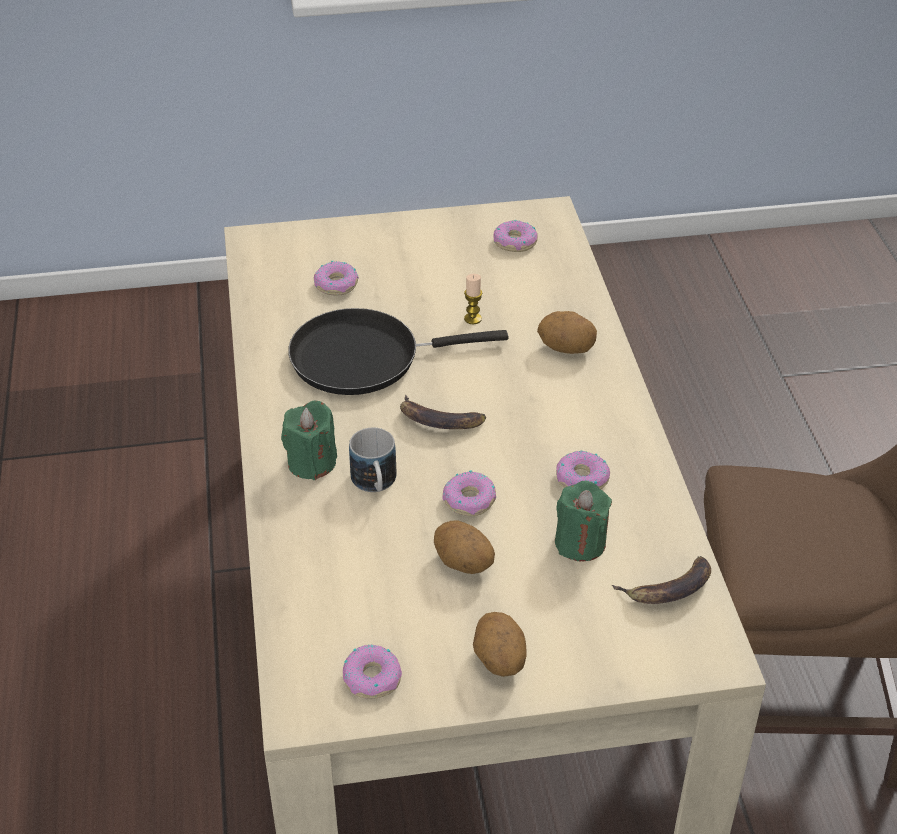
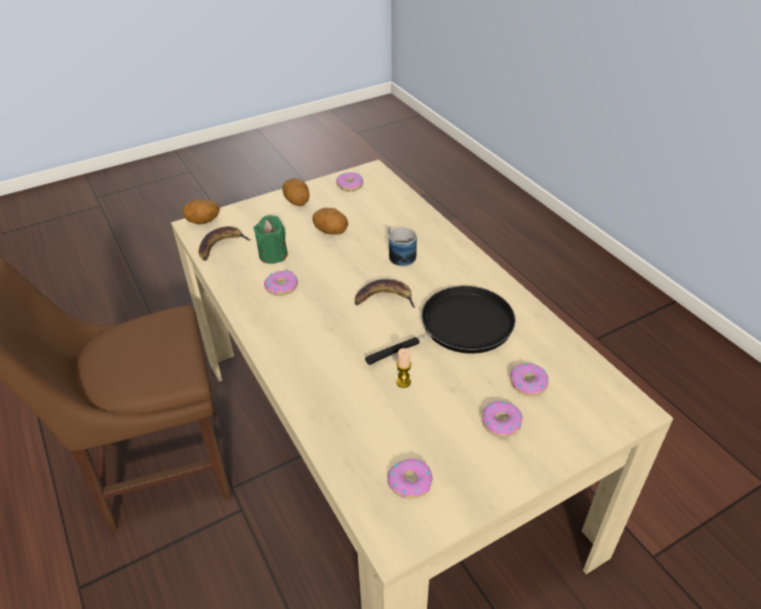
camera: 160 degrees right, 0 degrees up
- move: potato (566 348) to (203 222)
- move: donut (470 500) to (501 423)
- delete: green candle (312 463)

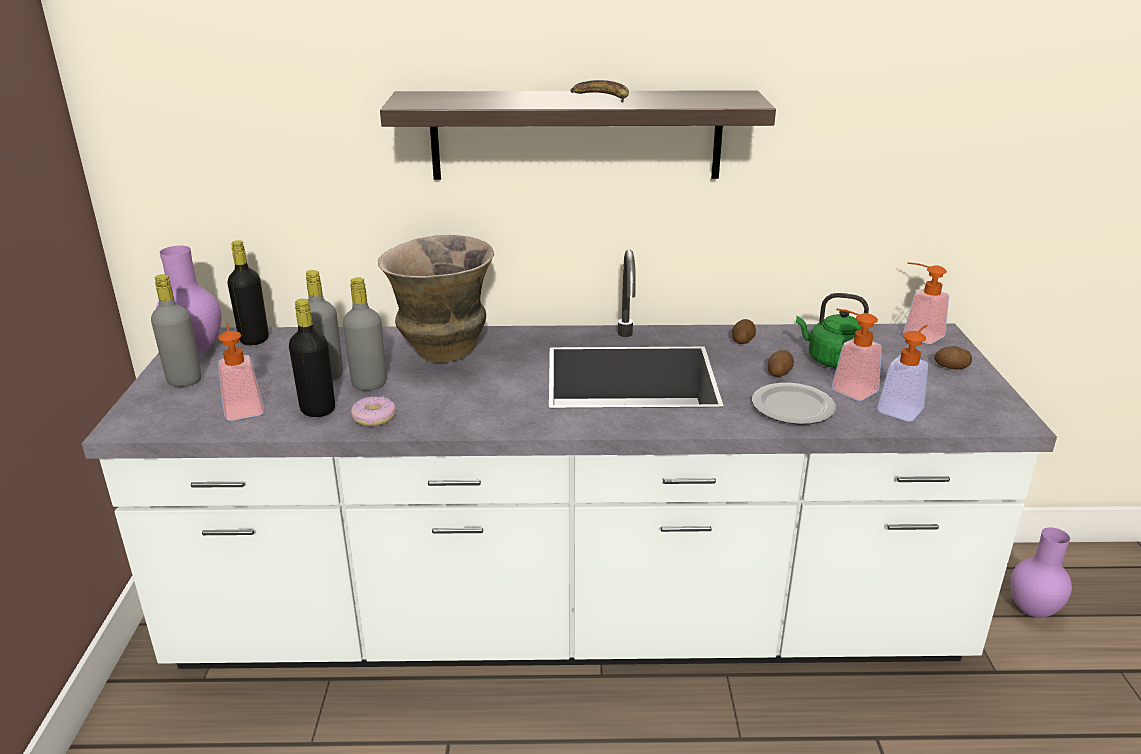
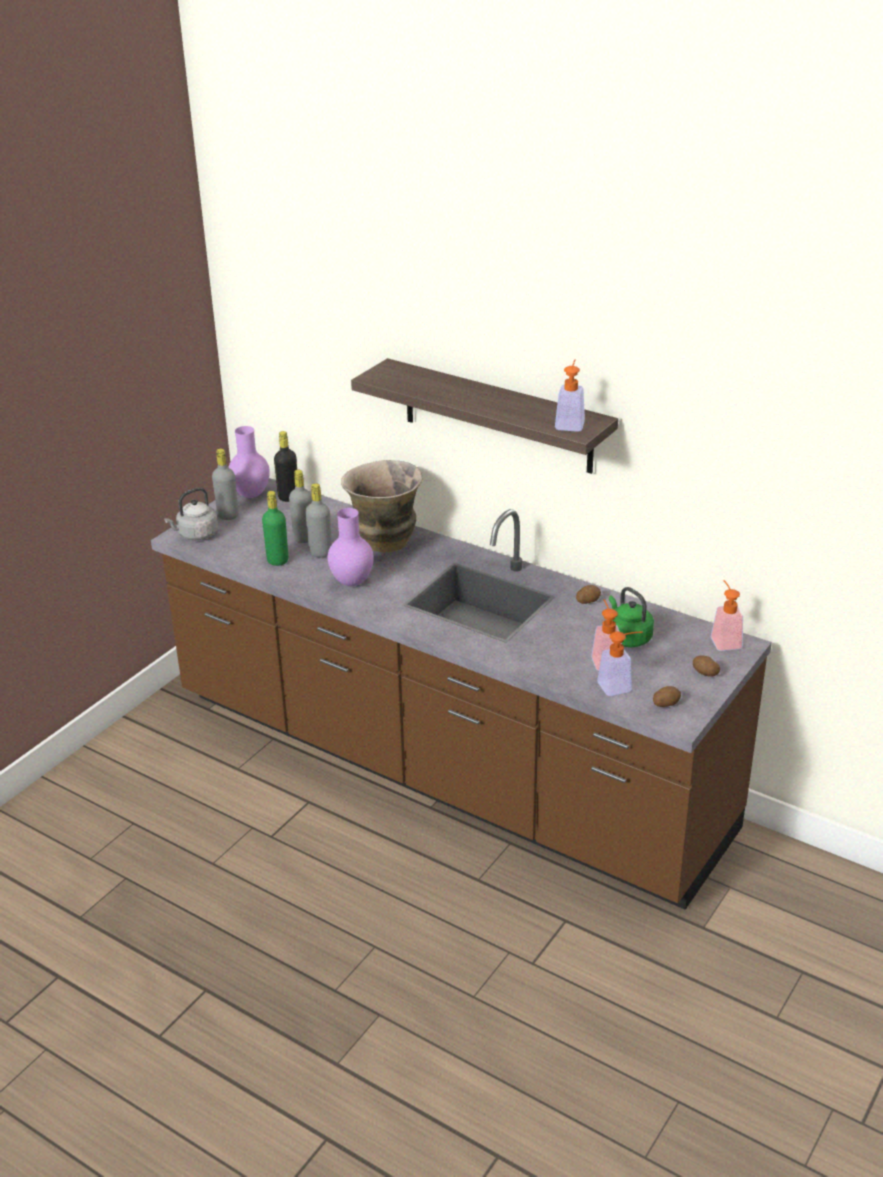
camera: 35 degrees right, 5 degrees up
- recolor: white counter (570 618) to brown counter (445 765)
- insert: grey kettle (196 535)
- recolor: black bottle (318 410) to green bottle (277 560)
- move: purple vase (1031 611) to (351 582)
- move: soap dispenser (243 407) to (570 423)
- move: potato (778 372) to (665 703)
- delete: donut (374 417)
- delete: banana (601 97)
- delete: plate (791 406)

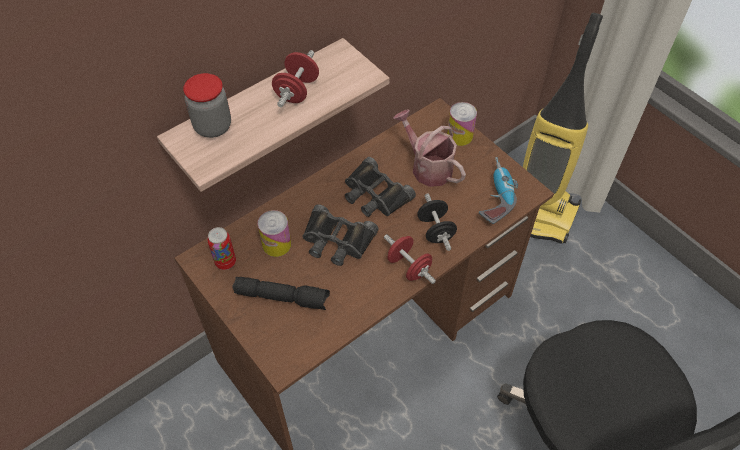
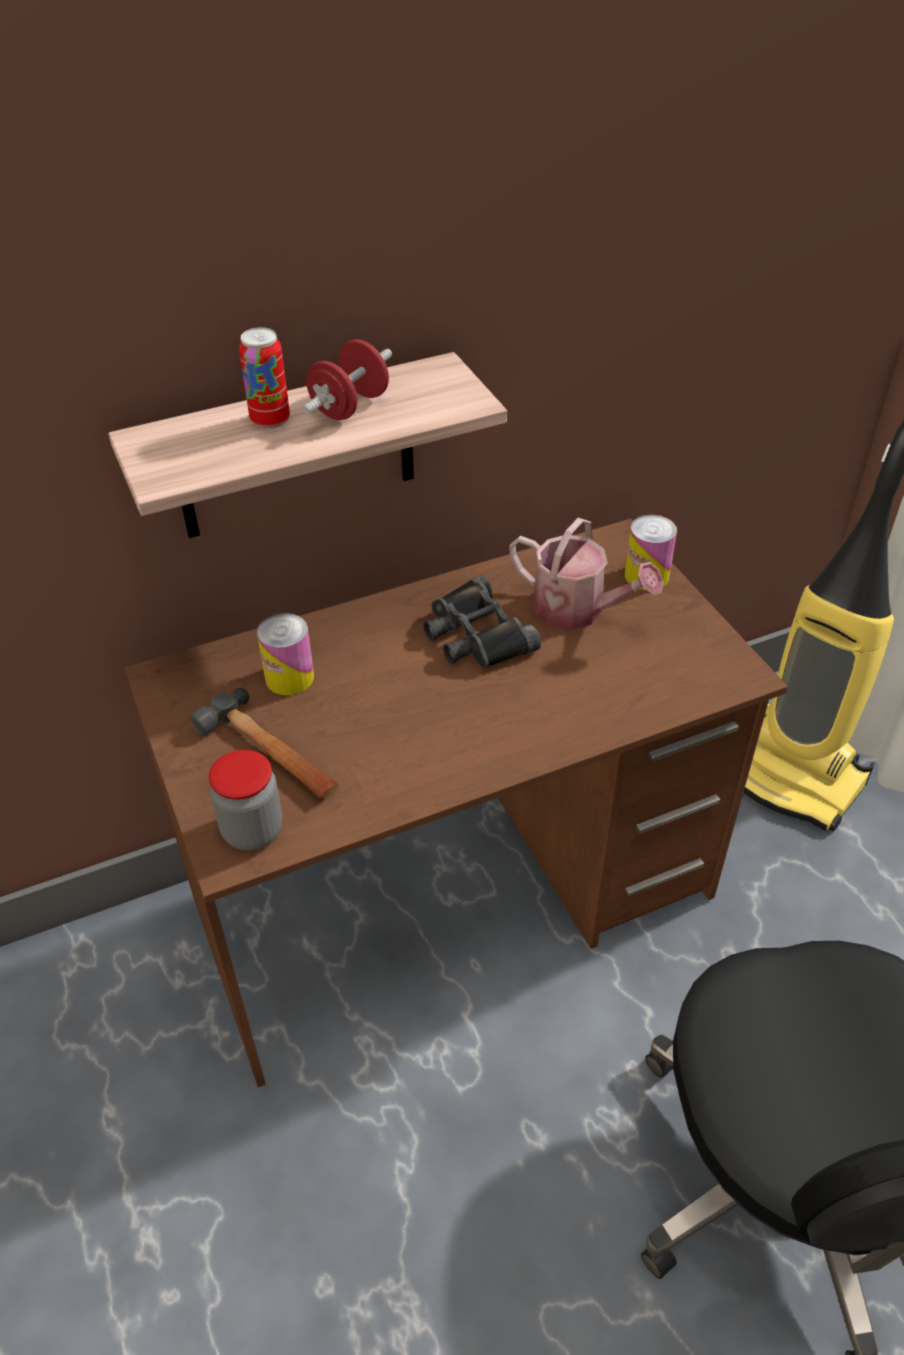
camera: 15 degrees right, 10 degrees down
- replace: black flashlight (283 296) to hammer (269 754)
- move: jar (213 126) to (252 830)
- move: can (225 262) to (270 420)
- rotate: watering can (427 166) = (578 610) 150 degrees clockwise
- delete: black binoculars (337 240)
- delete: red dumbbell (409 267)
- delete: black dumbbell (435 230)
- delete: power drill (494 196)

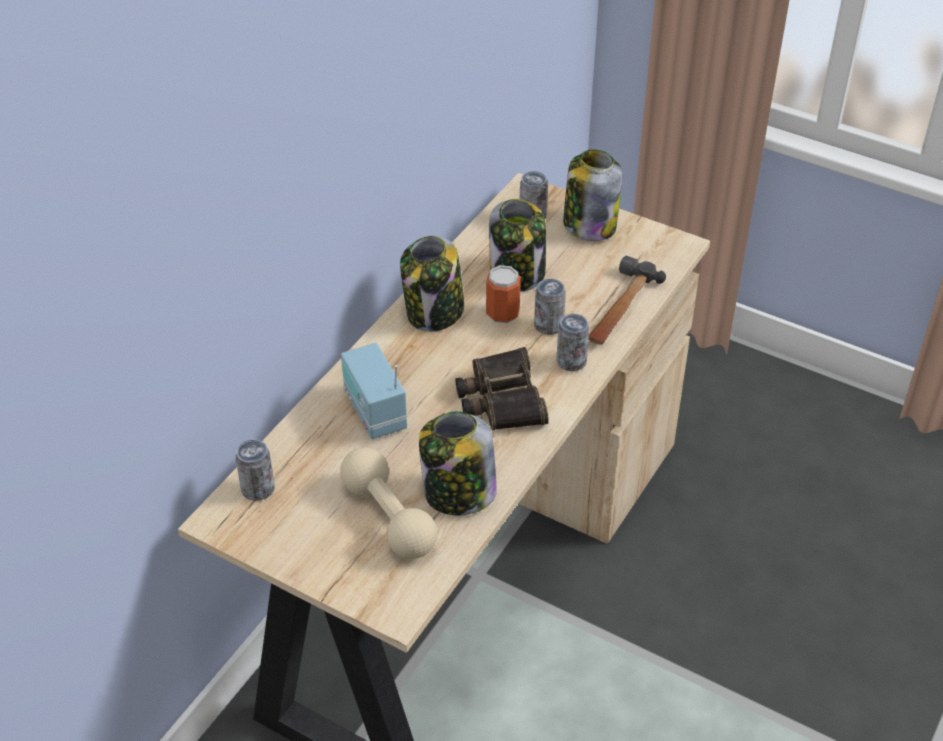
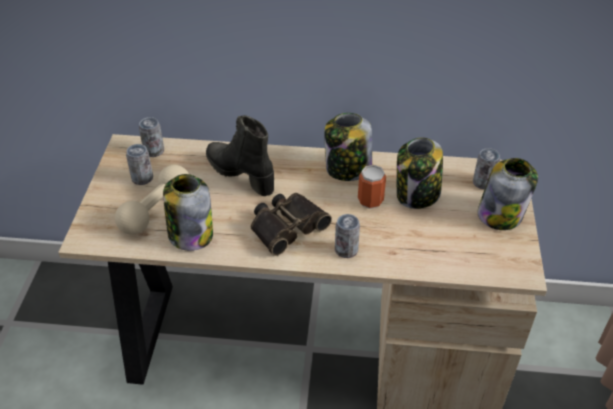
camera: 65 degrees right, 0 degrees up
- move: can (548 326) to (142 178)
- replace: radio (374 412) to black boot (241 174)
- delete: hammer (619 308)

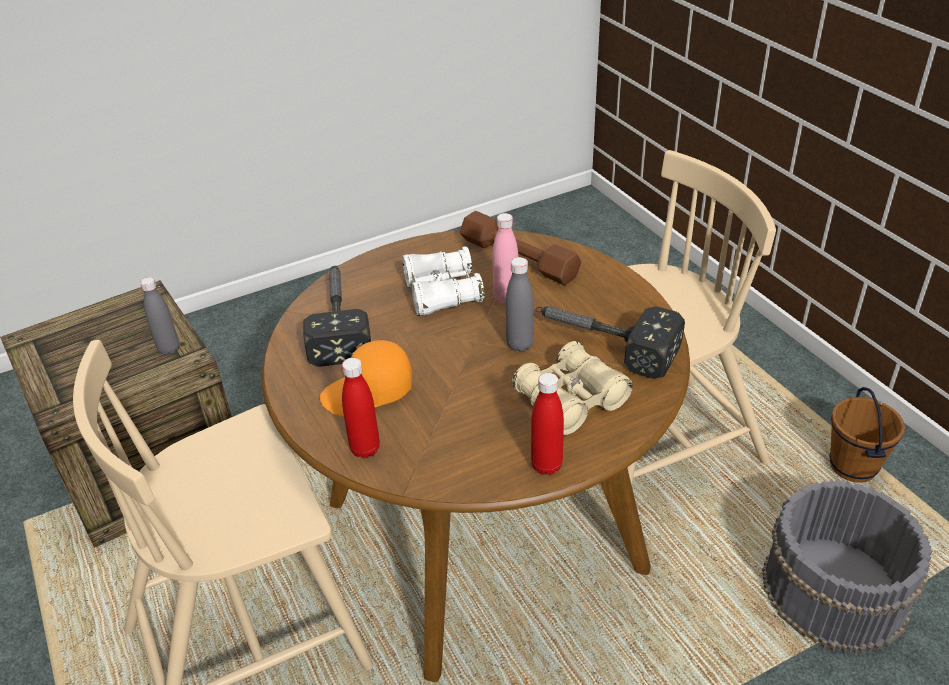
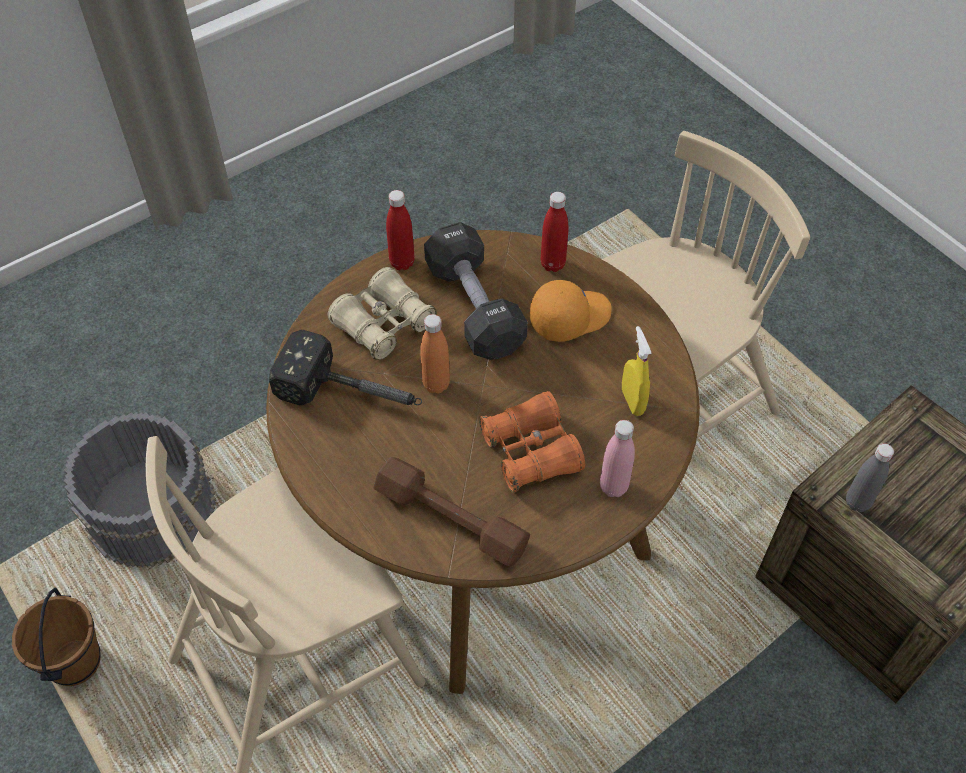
camera: 170 degrees right, 15 degrees up
- recolor: grey bottle (519 344) to orange bottle (436 384)
- insert: black dumbbell (474 307)
- recolor: white binoculars (442 293) to orange binoculars (531 451)
- move: pink bottle (506 297) to (613 487)
- replace: hammer (338 320) to yellow spray bottle (632 401)

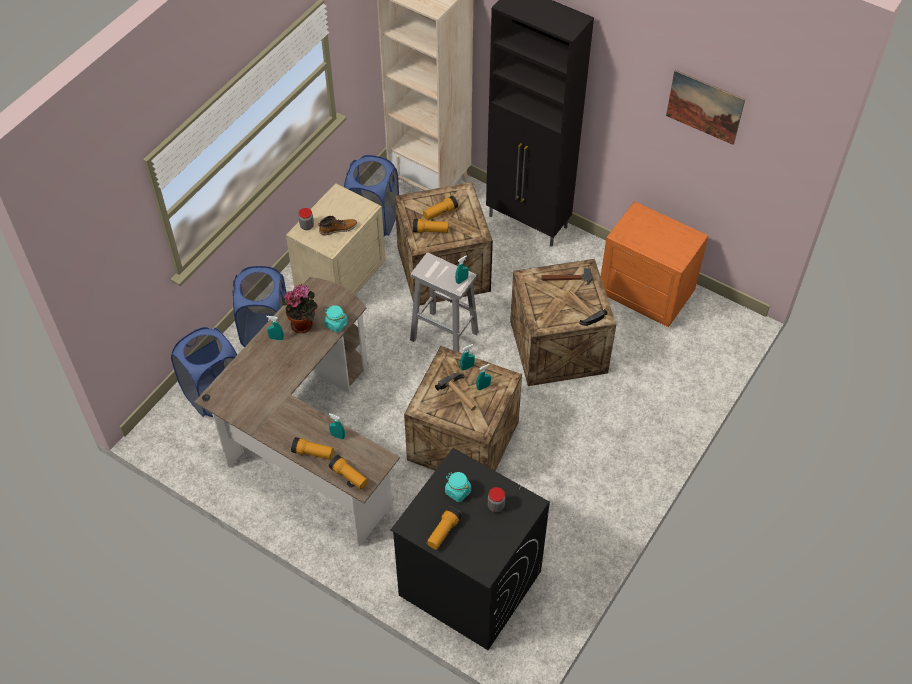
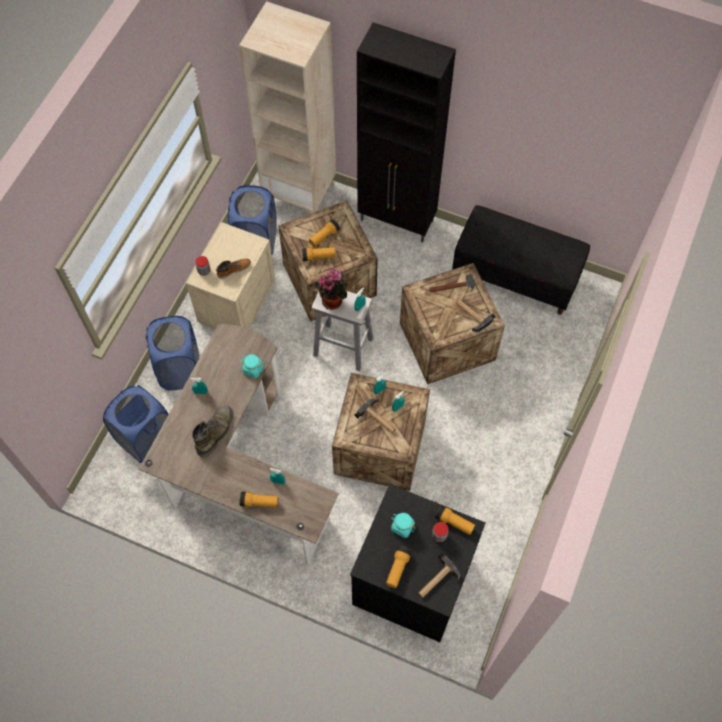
camera: 10 degrees left, 10 degrees up
- insert: green boot (215 432)
- move: potted plant (303 324) to (333 300)
- insert: hammer (437 580)
- move: flashlight (349 476) to (454 522)
- replace: orange nightstand (646 292) to black bench (515 275)
- delete: picture (705 107)

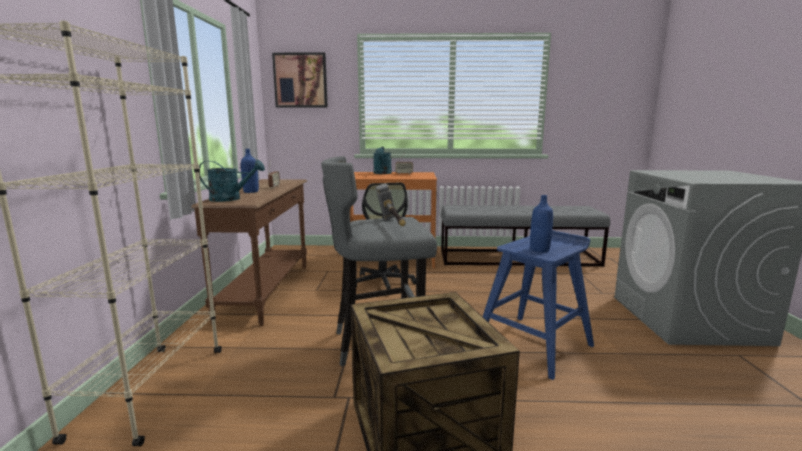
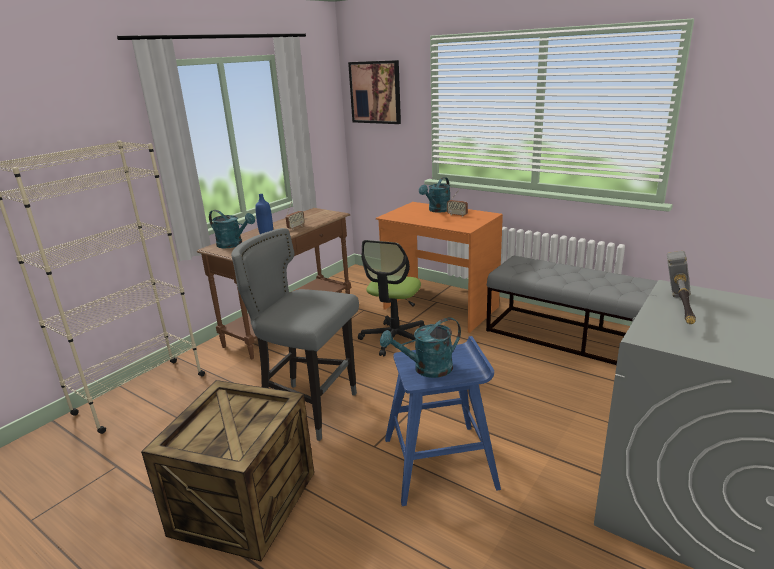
camera: 35 degrees right, 10 degrees up
- replace: blue bottle (539 249) to turquoise watering can (426 369)
- move: hammer (392 224) to (680 310)

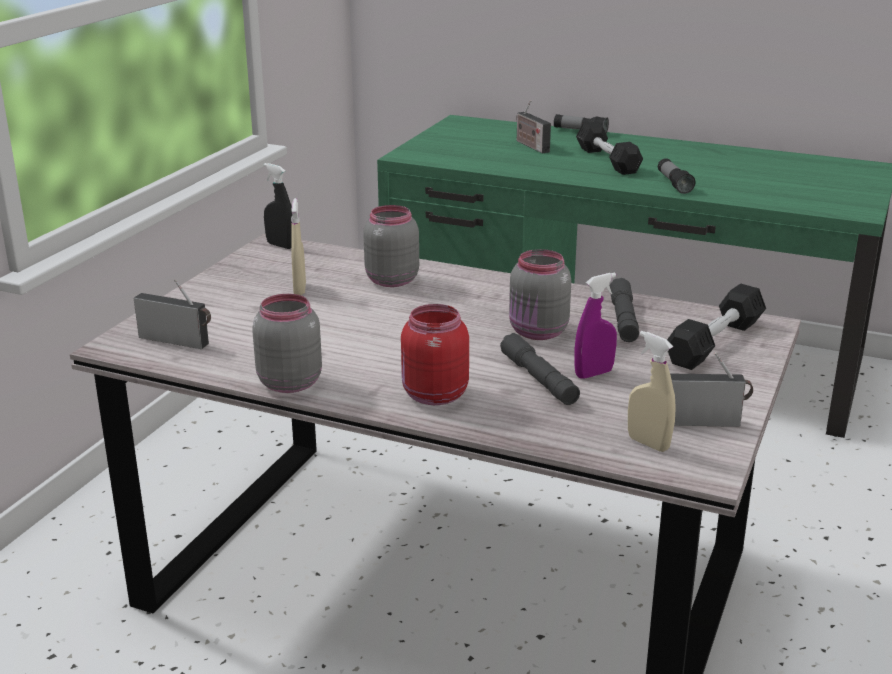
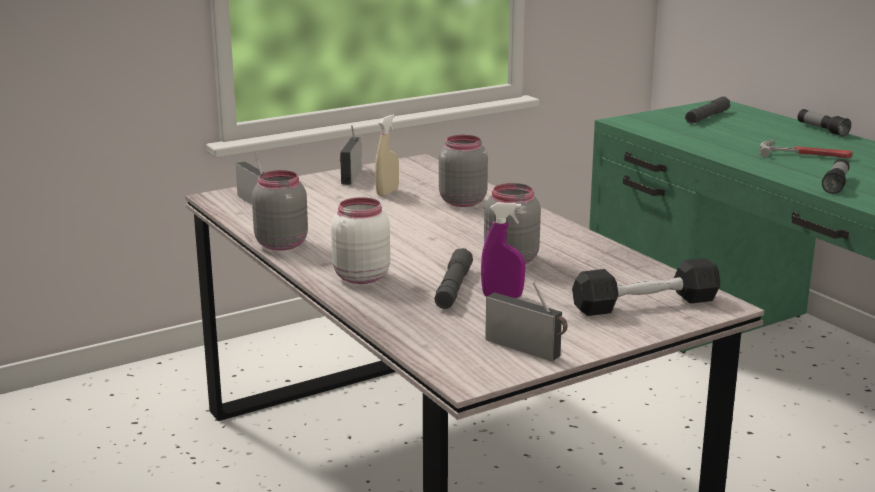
camera: 35 degrees right, 5 degrees down
- recolor: red jar (433 395) to white jar (360 277)
- move: radio (530 146) to (351 175)
- move: grey flashlight (623 319) to (707 117)
- replace: black dumbbell (607 160) to hammer (805 155)
- delete: black spray bottle (280 245)
- delete: beige spray bottle (648 443)

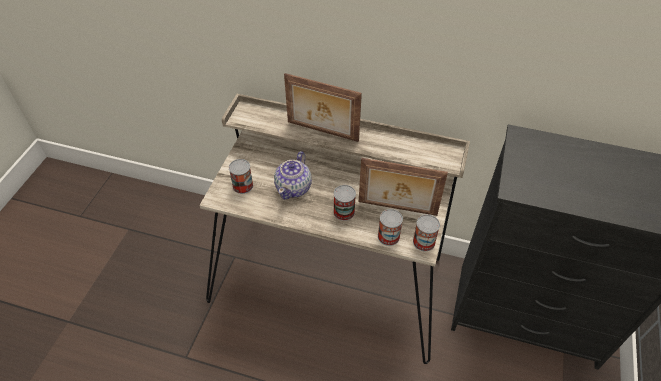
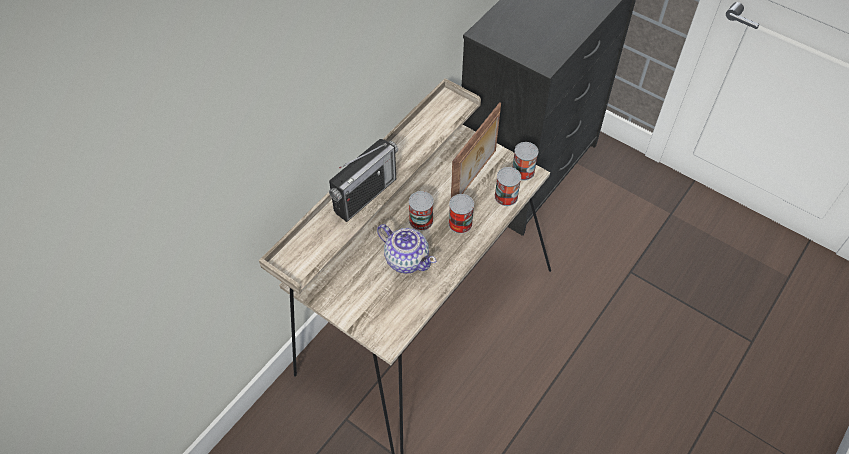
camera: 70 degrees left, 5 degrees up
- replace: picture frame (322 132) to radio (365 195)
- move: can (243 185) to (421 220)

